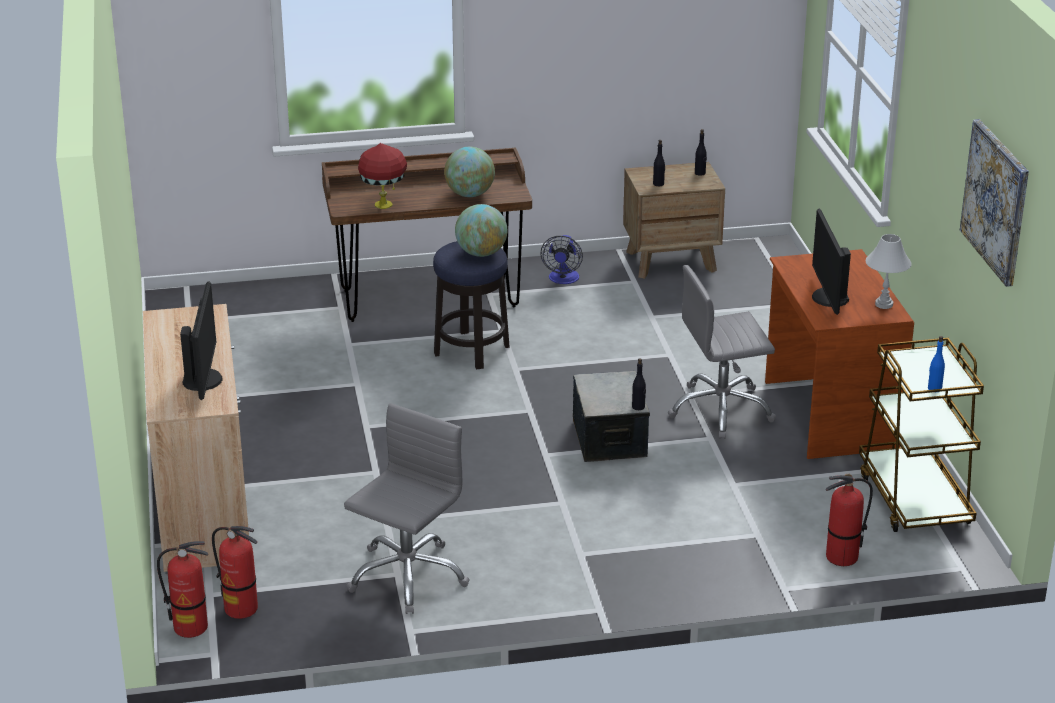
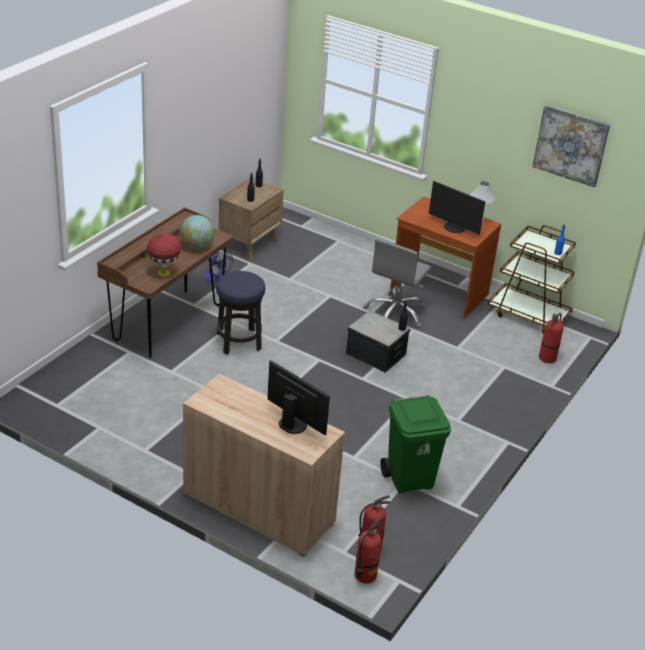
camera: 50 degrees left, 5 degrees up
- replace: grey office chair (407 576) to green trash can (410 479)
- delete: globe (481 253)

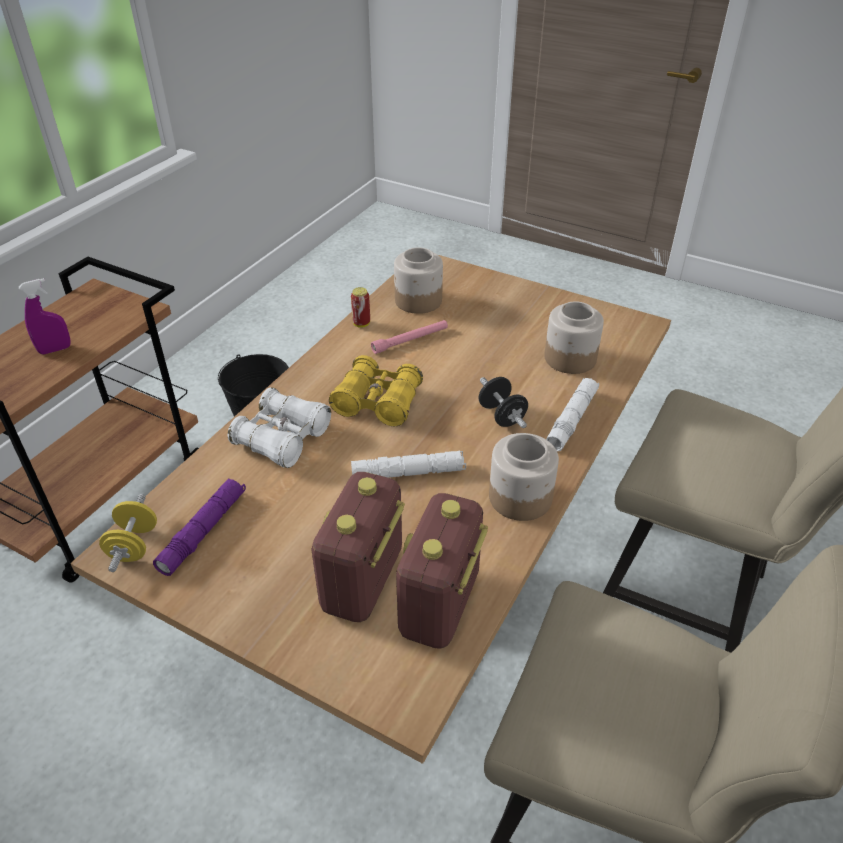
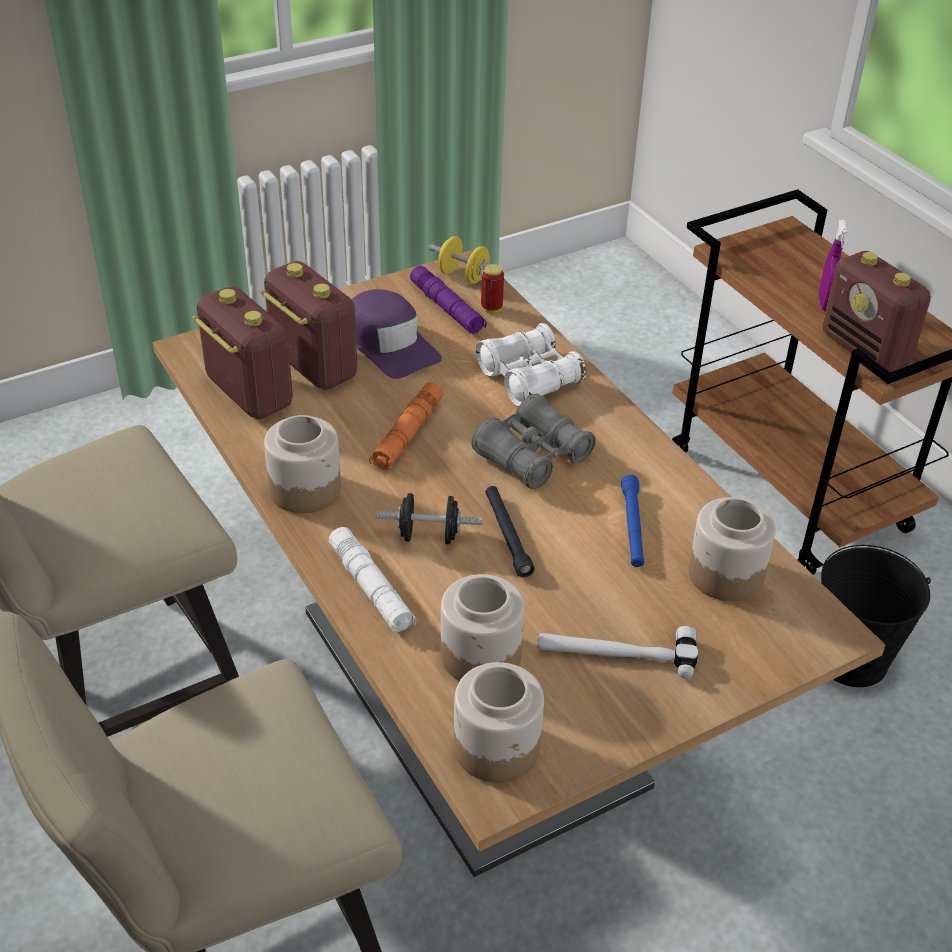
camera: 120 degrees right, 0 degrees up
- insert: purple cap (389 344)
- recolor: white flashlight (408 473) to orange flashlight (407 435)
- insert: jar (497 748)
- recolor: yellow binoculars (378 402) to grey binoculars (532 456)
- move: can (361 324) to (491 309)
- insert: black flashlight (507 535)
- insert: hammer (616 652)
- recolor: pink flashlight (410 340) to blue flashlight (632 527)
- insert: radio (866 351)

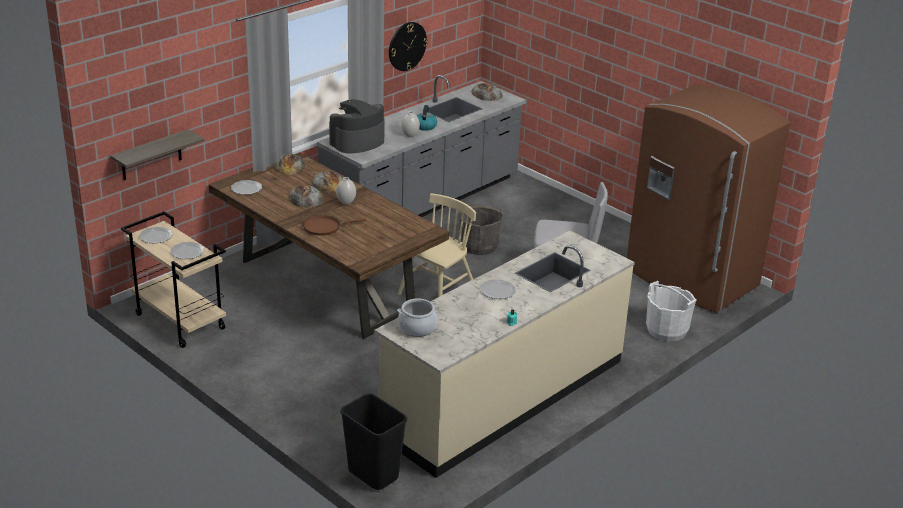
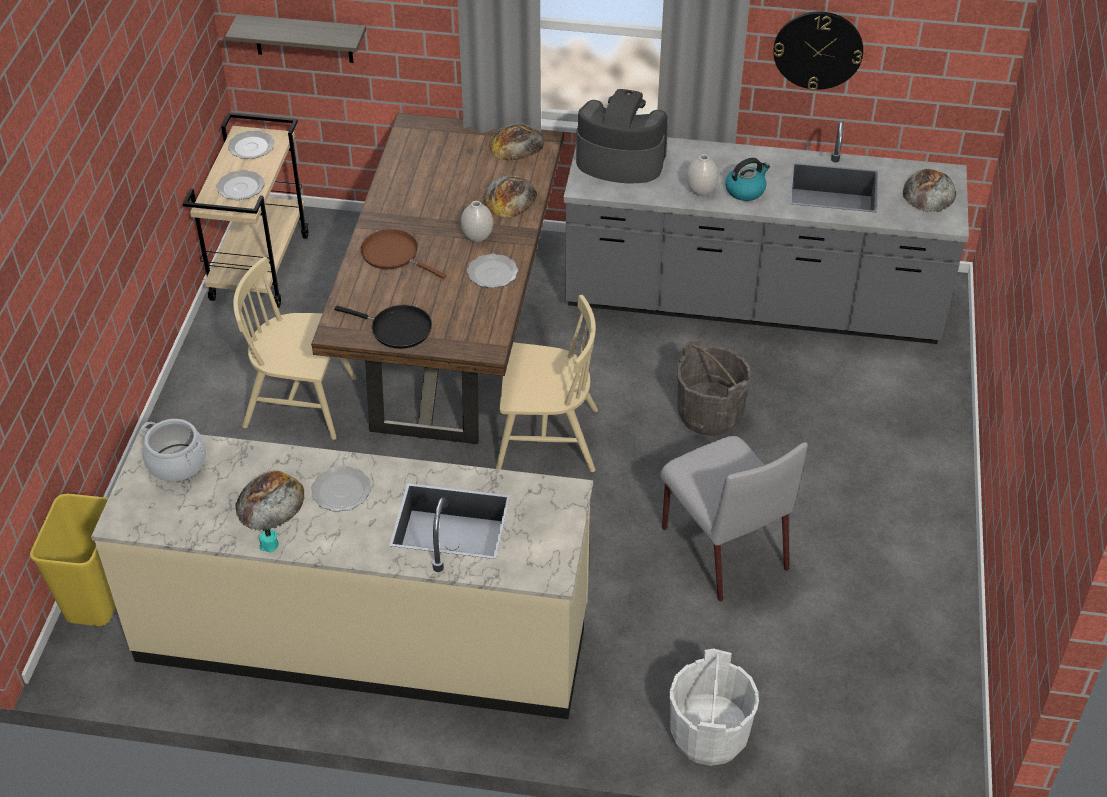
camera: 55 degrees right, 15 degrees up
- recolor: black trash can (372 475) to yellow trash can (96 599)
- insert: beige chair (301 403)
- move: bread (305 198) to (270 501)
- insert: black frying pan (397 329)
- move: plate (247 188) to (493 273)
- delete: brown fridge (690 279)

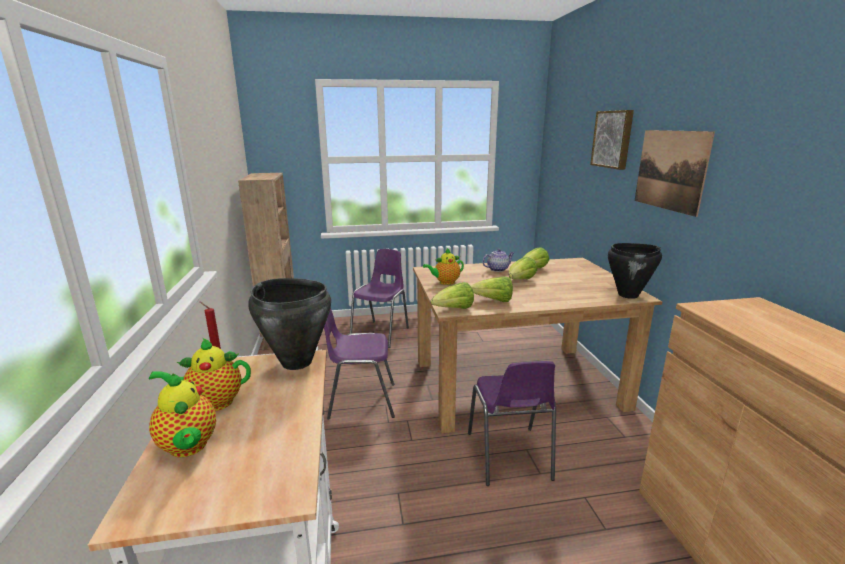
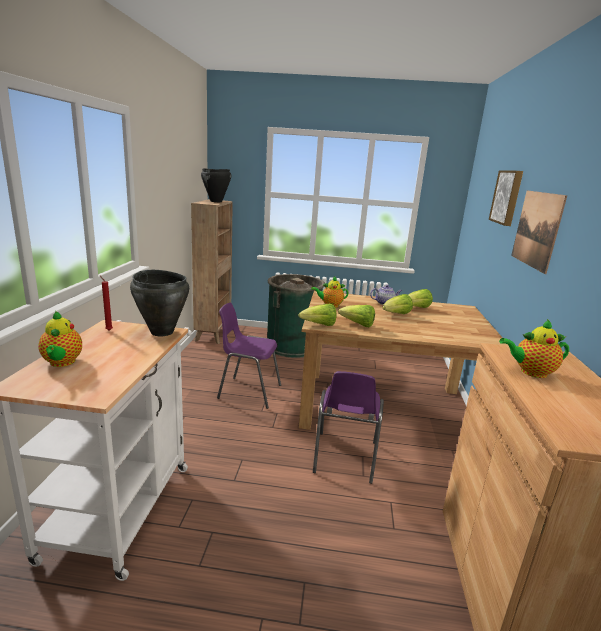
camera: 15 degrees right, 0 degrees up
- move: black cooking pot (628 295) to (216 201)
- replace: purple chair (381 333) to green trash can (292 346)
- move: teapot (212 403) to (530 372)

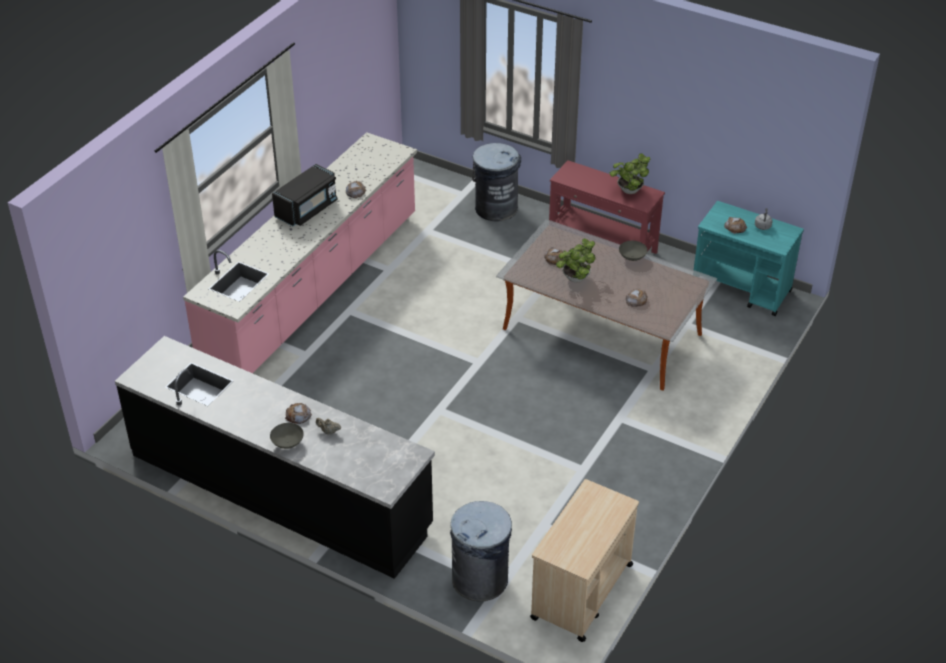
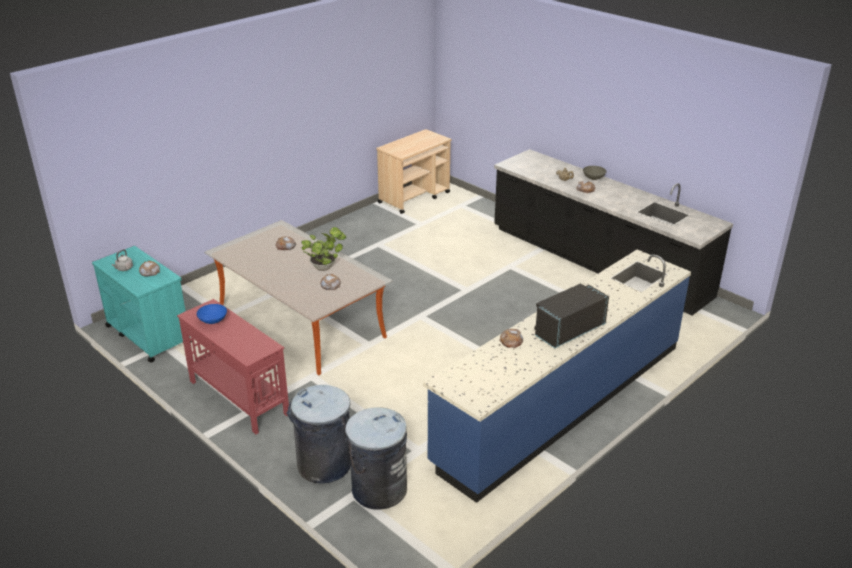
camera: 165 degrees left, 10 degrees down
- replace: potted plant (628 191) to blue bowl (212 321)
- move: grey trash can (480 579) to (378 489)
- recolor: pink counter (314 290) to blue counter (561 402)
- delete: grey bowl (632 257)

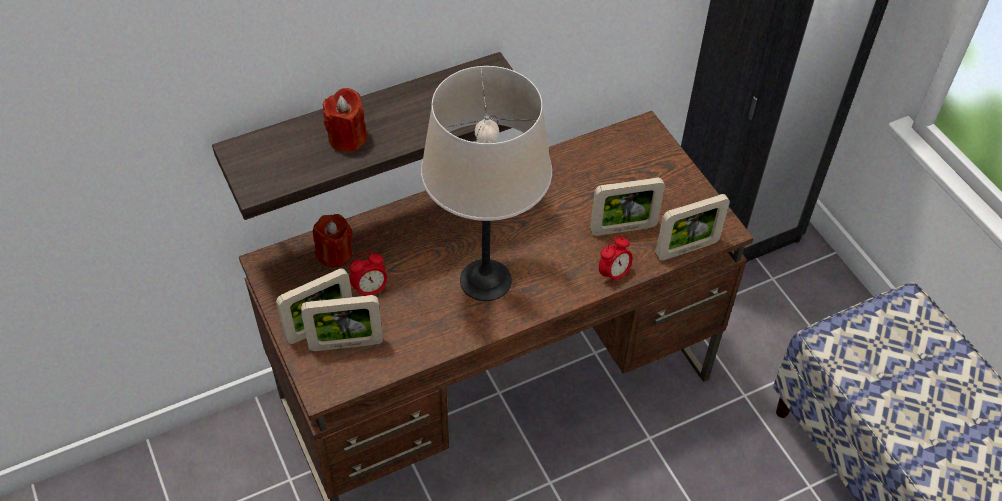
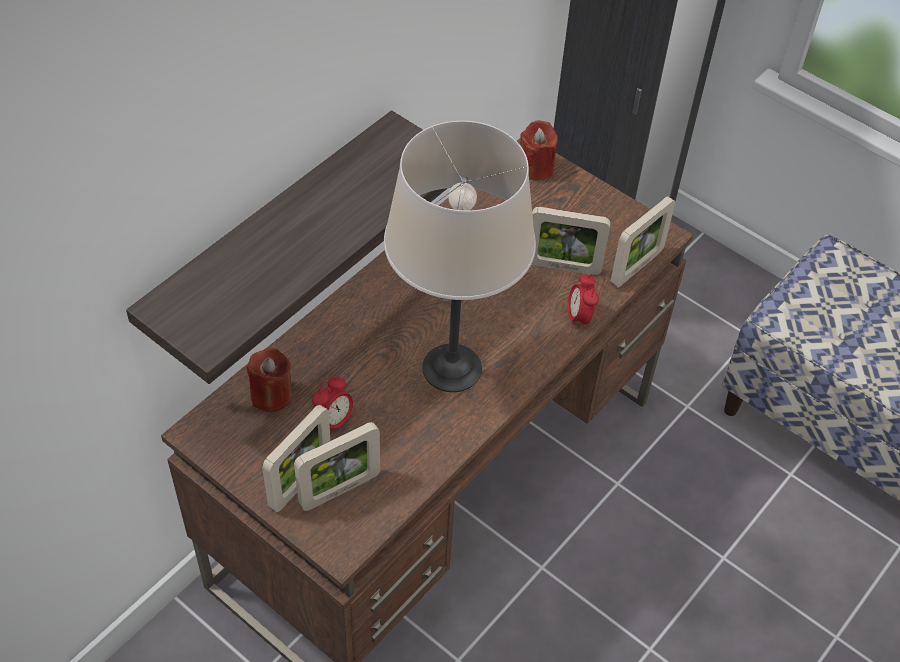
camera: 25 degrees left, 0 degrees up
- move: red candle (347 138) to (536 168)
- rotate: picture frame (623 229) = (563 267) 45 degrees clockwise
- rotate: alarm clock (613 274) = (579 317) 150 degrees clockwise

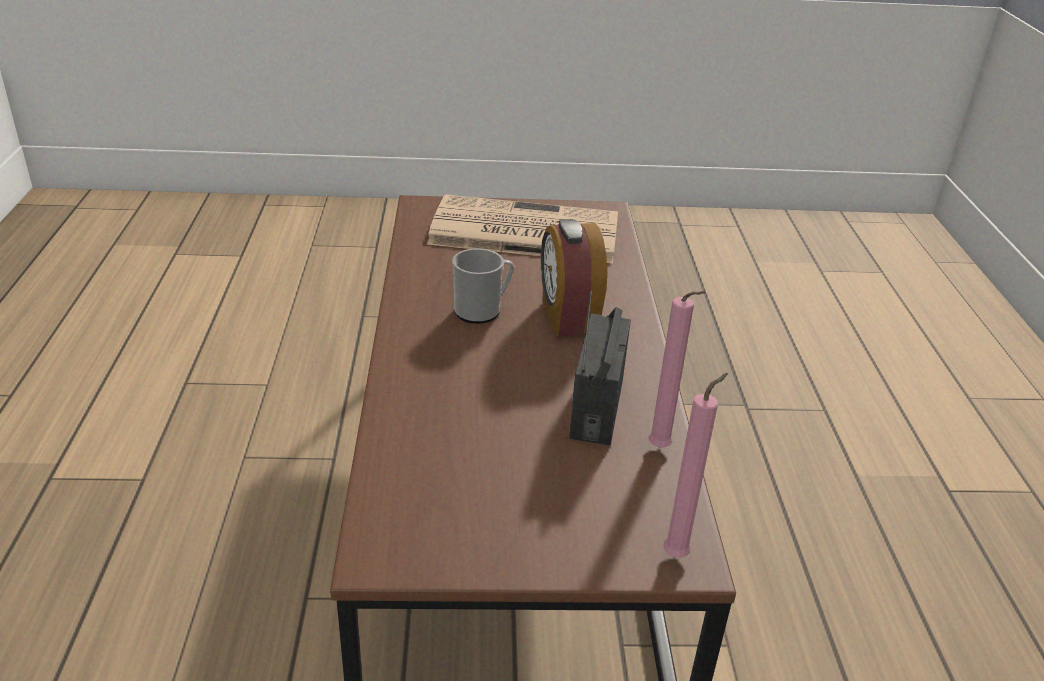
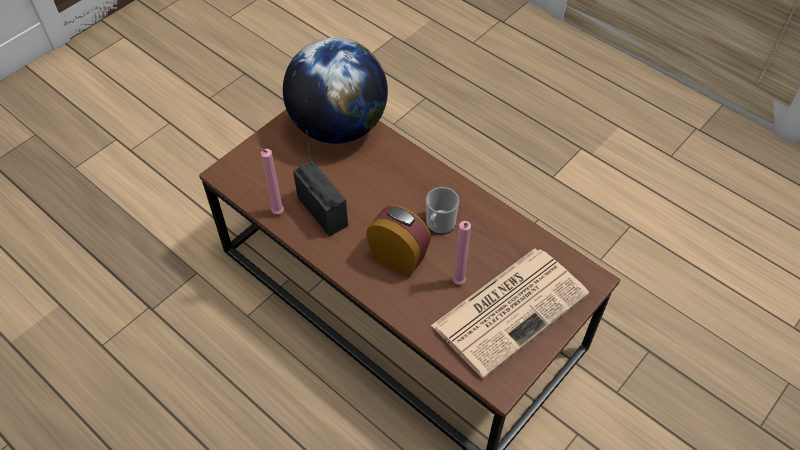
camera: 135 degrees right, 20 degrees up
- insert: globe (338 127)
- move: pink candle (679 554) to (458 283)

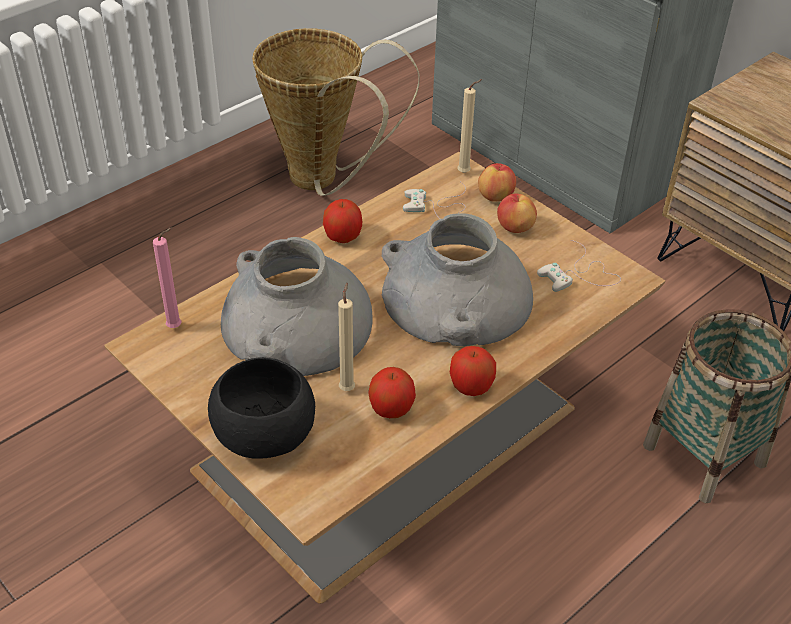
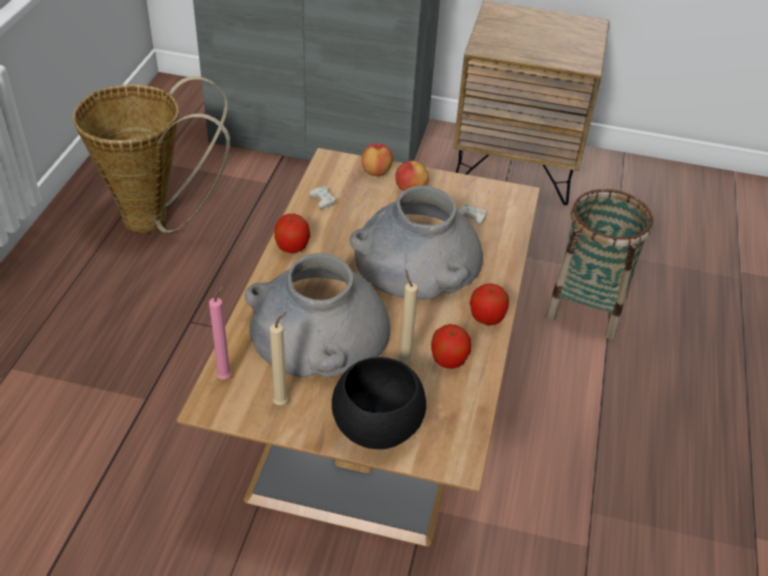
camera: 35 degrees left, 0 degrees up
- move: beige candle (465 172) to (282 402)

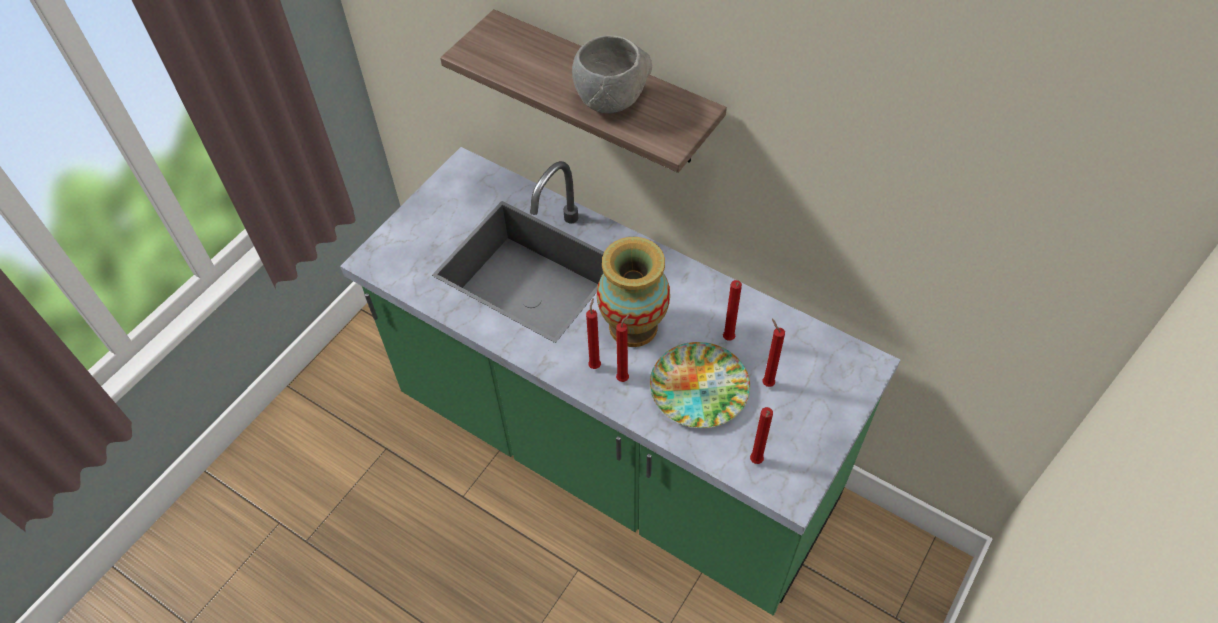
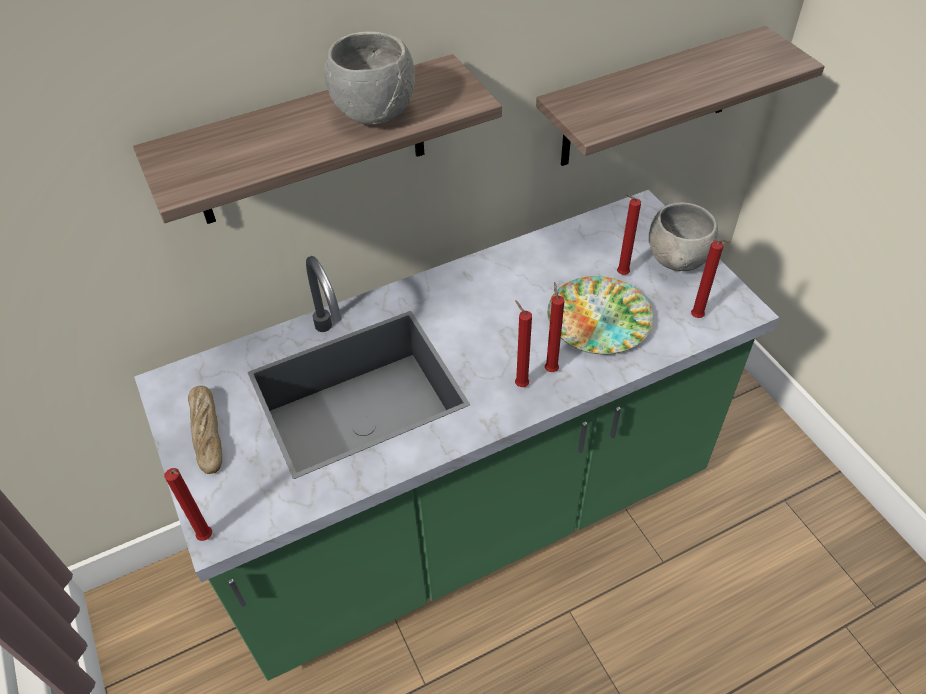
camera: 60 degrees left, 5 degrees down
- move: red candle (728 340) to (207 538)
- insert: bread (207 433)
- insert: shelf (649 99)
- insert: grey bowl (676 263)
- delete: vase (633 327)

